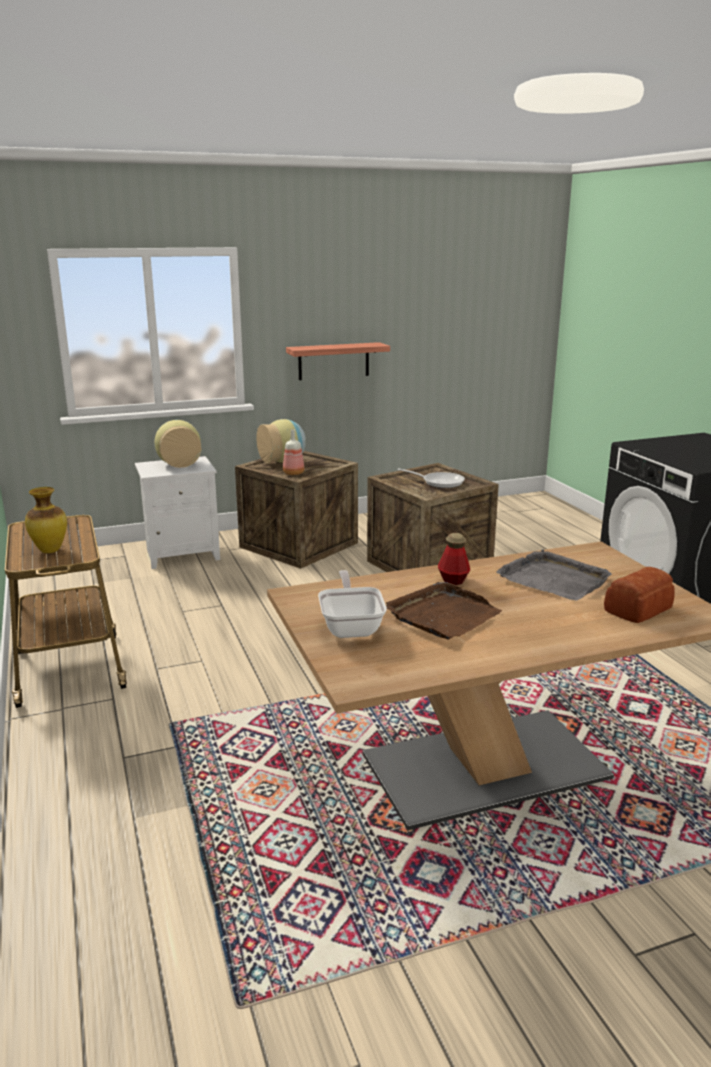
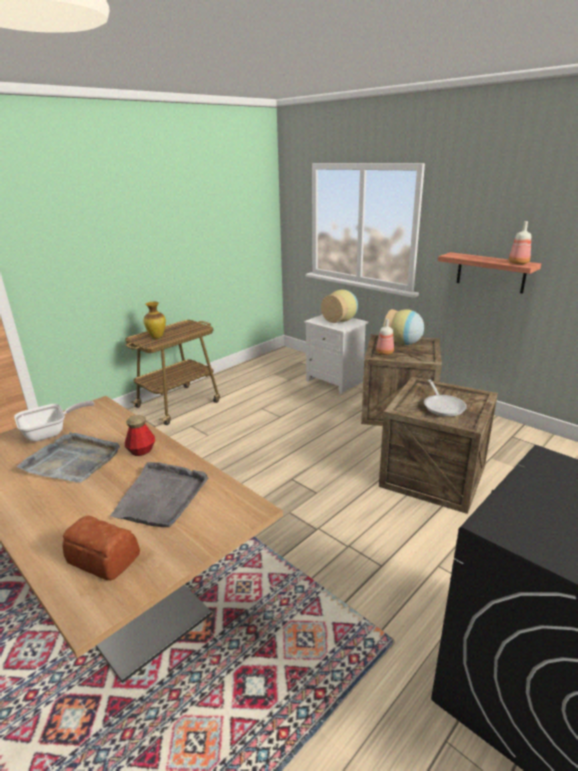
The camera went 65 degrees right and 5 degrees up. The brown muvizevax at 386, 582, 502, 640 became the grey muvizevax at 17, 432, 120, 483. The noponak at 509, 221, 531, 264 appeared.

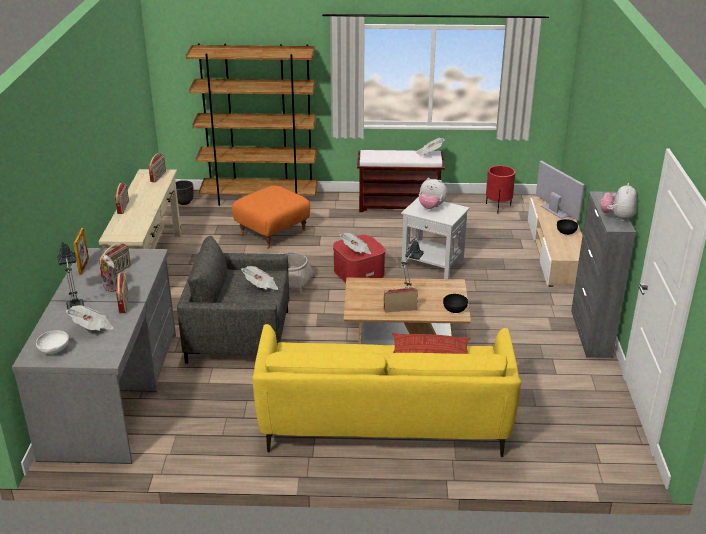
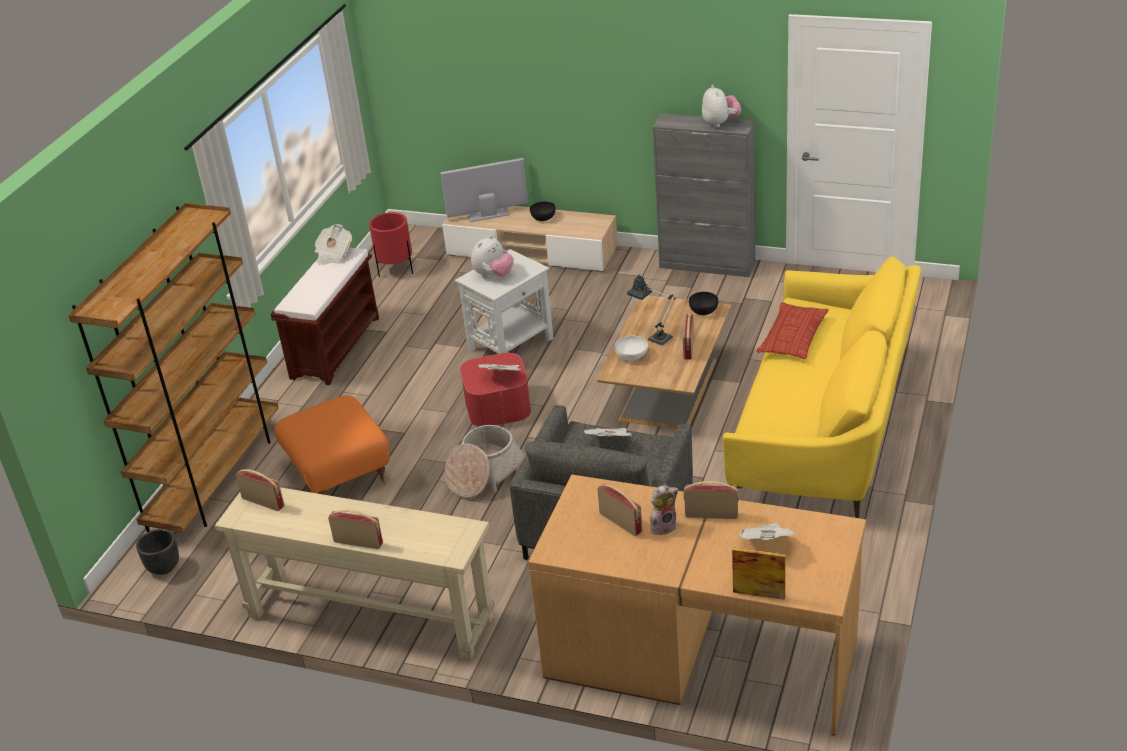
The camera went 70 degrees left and 5 degrees up. The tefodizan at 601, 183, 637, 221 turned 135 degrees counterclockwise. The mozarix moved from 73, 228, 89, 275 to 732, 548, 786, 599. The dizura at 57, 242, 84, 309 disappeared. The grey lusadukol at 12, 248, 176, 464 became the brown lusadukol at 528, 474, 866, 736. The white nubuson moved from 36, 330, 69, 354 to 615, 336, 648, 361.

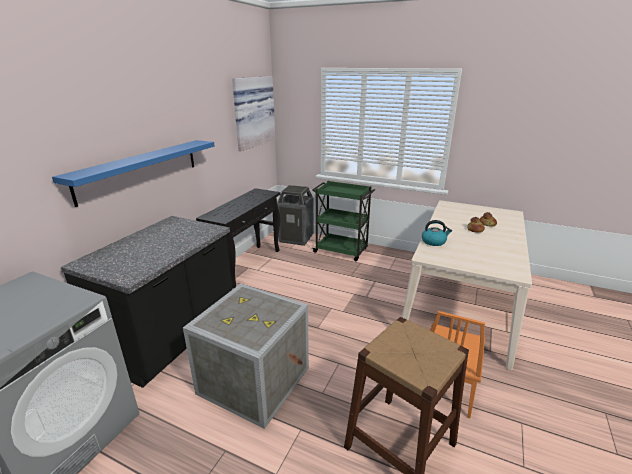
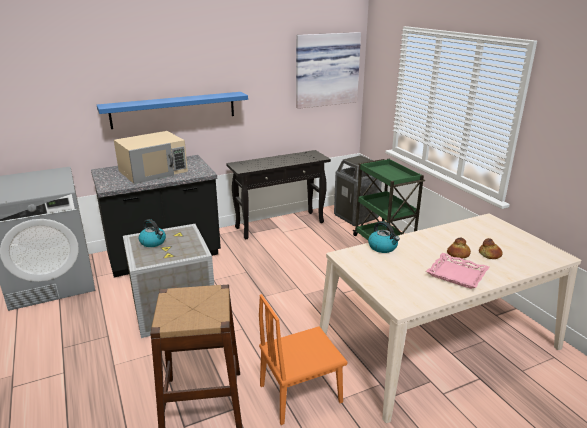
The camera went 40 degrees right and 0 degrees up. The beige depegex at 114, 131, 188, 184 appeared. The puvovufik at 139, 219, 166, 247 appeared. The pink muvizevax at 426, 253, 489, 289 appeared.

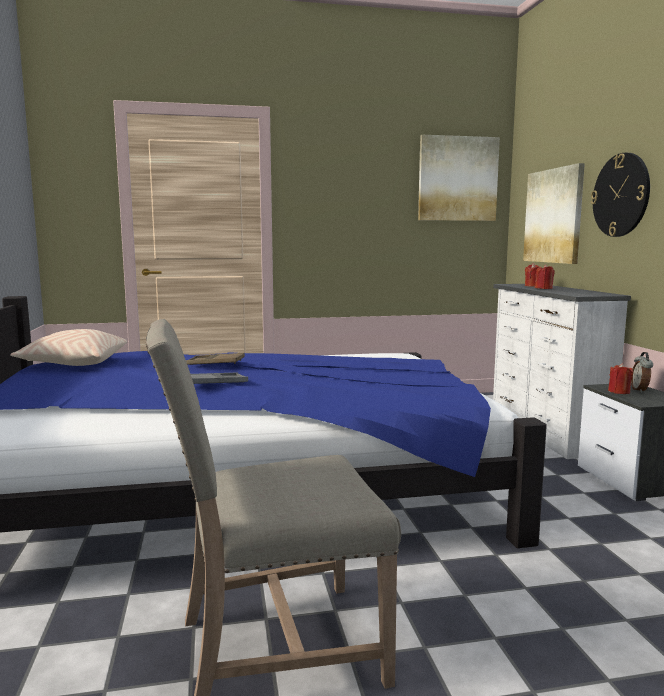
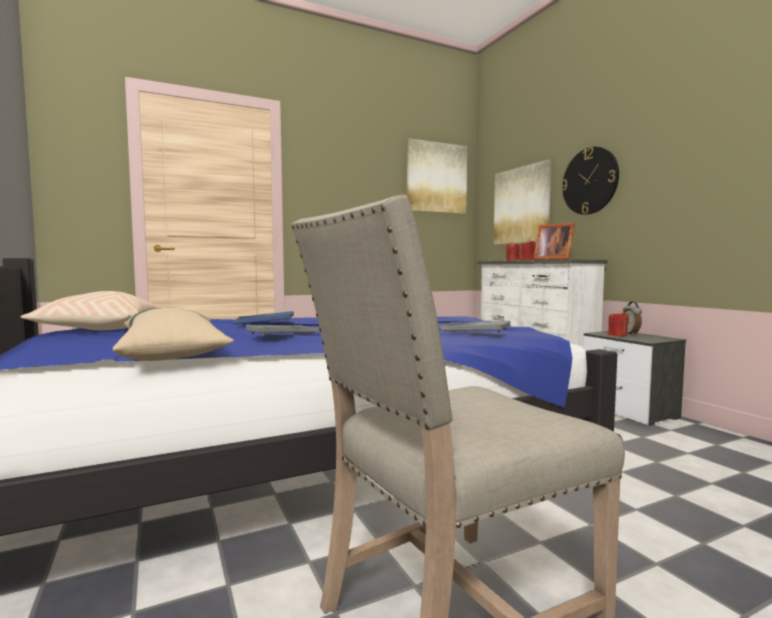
The camera went 15 degrees left and 5 degrees down. The brown muvizevax at 186, 353, 245, 365 became the blue muvizevax at 233, 311, 294, 324. The mozarix at 534, 223, 575, 260 appeared. The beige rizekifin at 113, 308, 234, 361 appeared. The grey muvizevax at 440, 321, 510, 332 appeared.

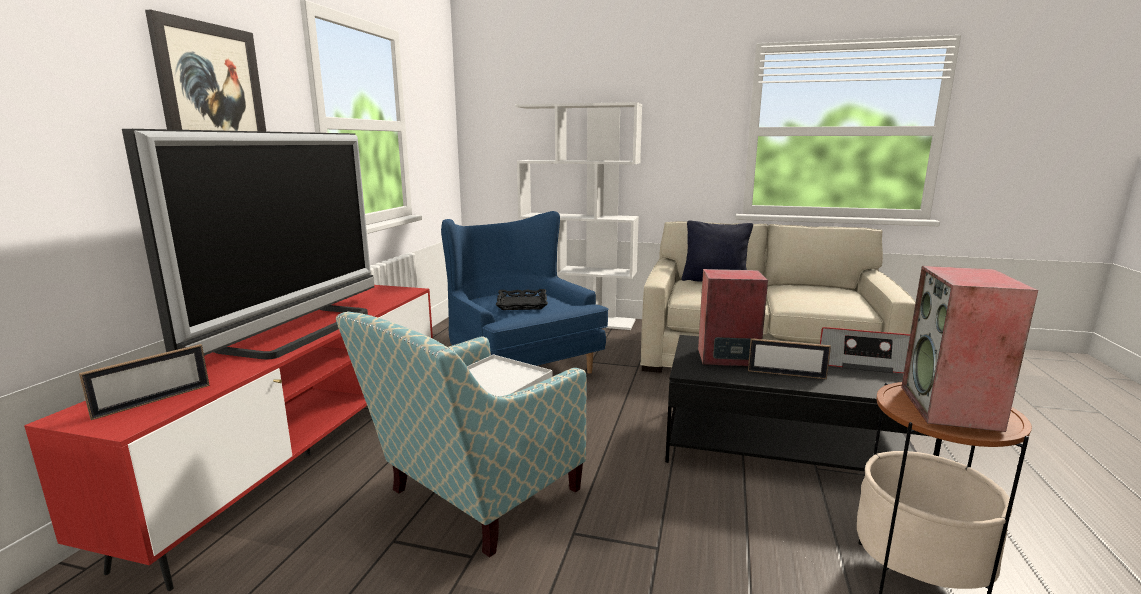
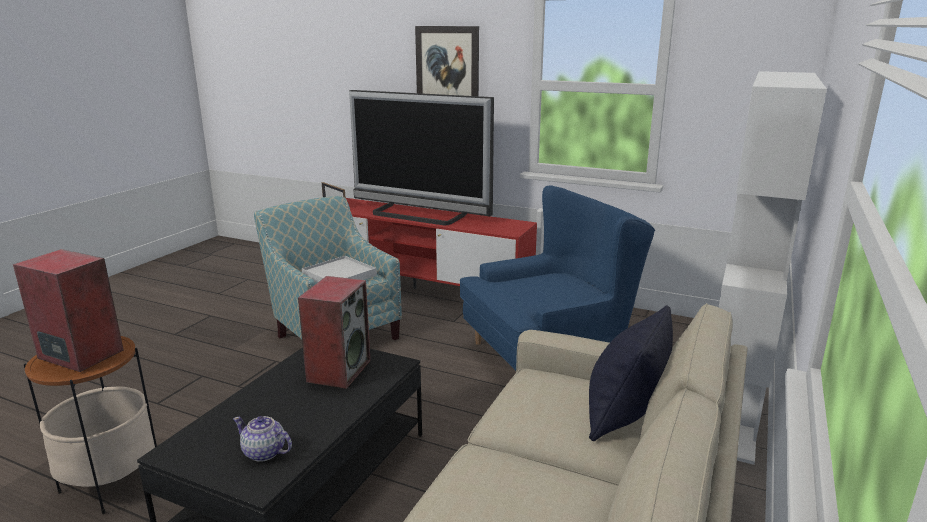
The camera went 100 degrees right and 5 degrees up. The black muvizevax at 496, 289, 548, 310 disappeared. The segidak at 820, 327, 910, 373 was replaced by the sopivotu at 233, 416, 292, 462. The mozarix at 748, 338, 831, 379 disappeared.

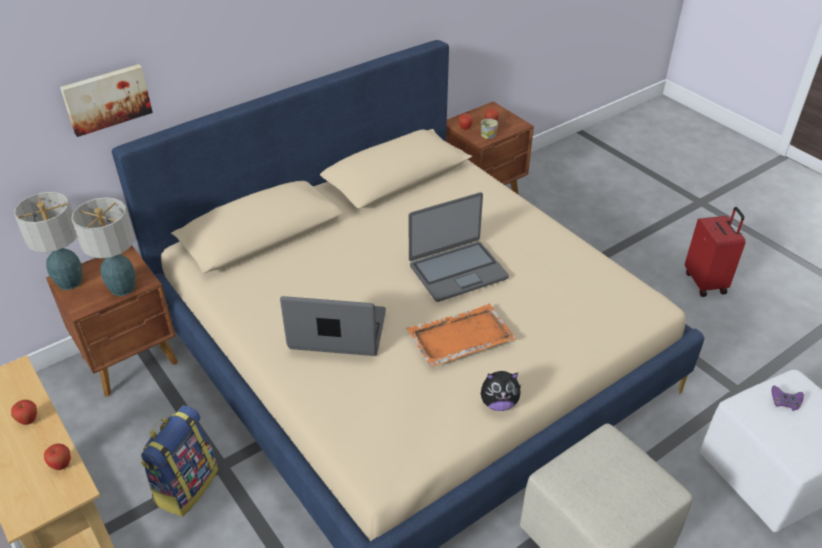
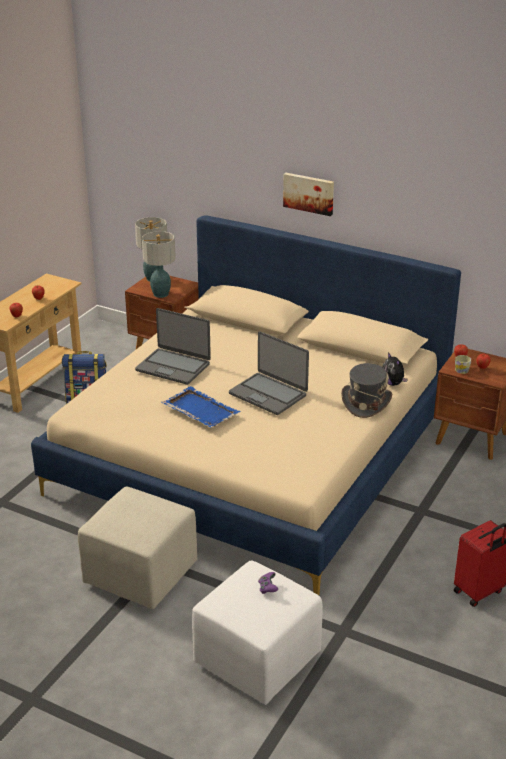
The camera went 65 degrees right and 10 degrees down. The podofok moved from 60, 64, 153, 137 to 283, 173, 334, 216. The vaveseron at 280, 296, 386, 356 turned 135 degrees clockwise. The orange muvizevax at 407, 303, 516, 367 became the blue muvizevax at 161, 386, 240, 427. The tefodizan moved from 481, 371, 522, 411 to 382, 352, 408, 386. The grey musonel at 341, 363, 392, 418 appeared.

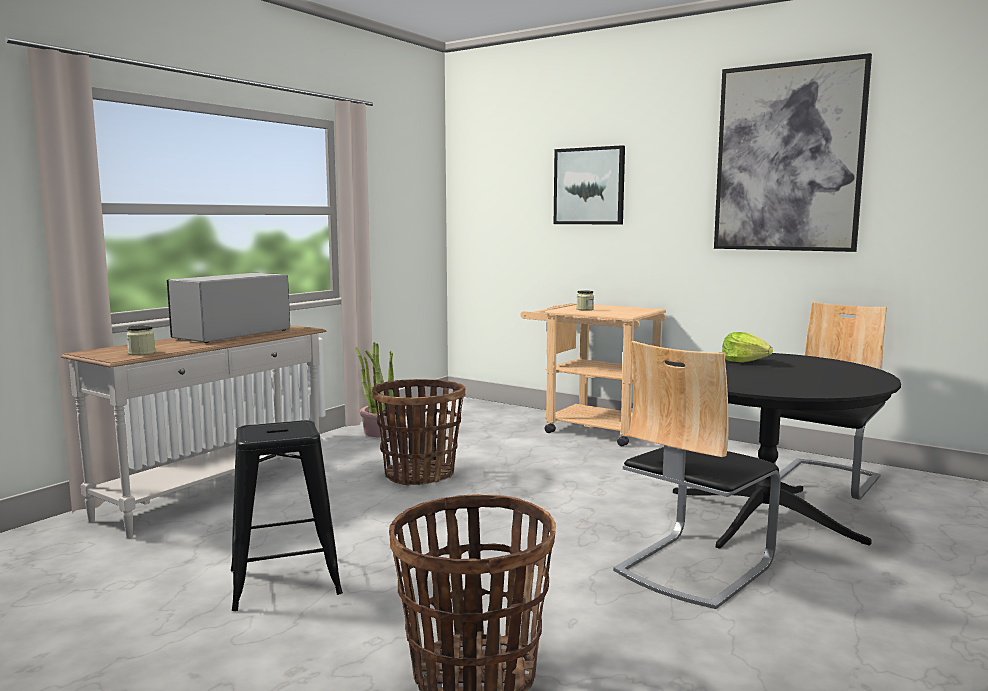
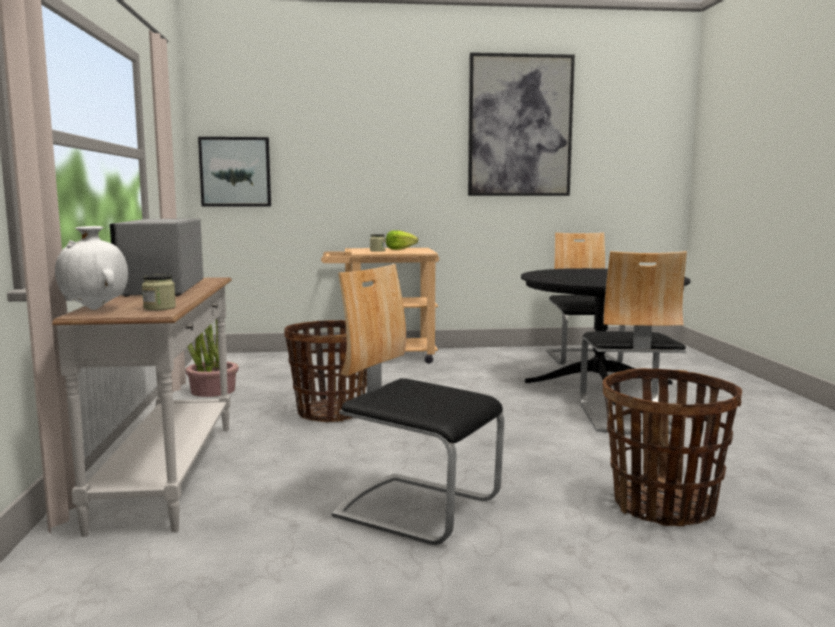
The camera went 40 degrees left and 0 degrees up. The podofok moved from 554, 145, 625, 225 to 198, 137, 271, 207. The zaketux moved from 722, 332, 773, 363 to 386, 230, 418, 250. The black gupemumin at 231, 420, 343, 611 was replaced by the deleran at 332, 264, 504, 545. The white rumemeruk at 55, 226, 128, 310 appeared.

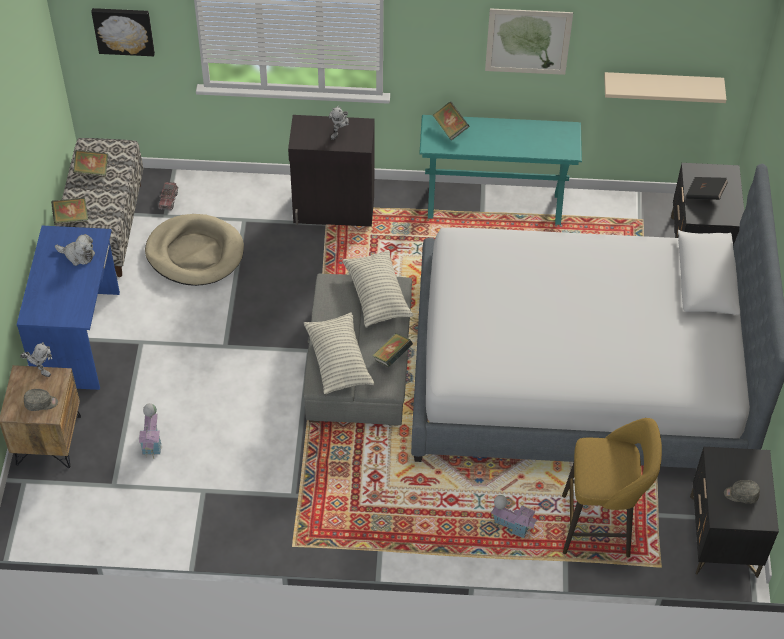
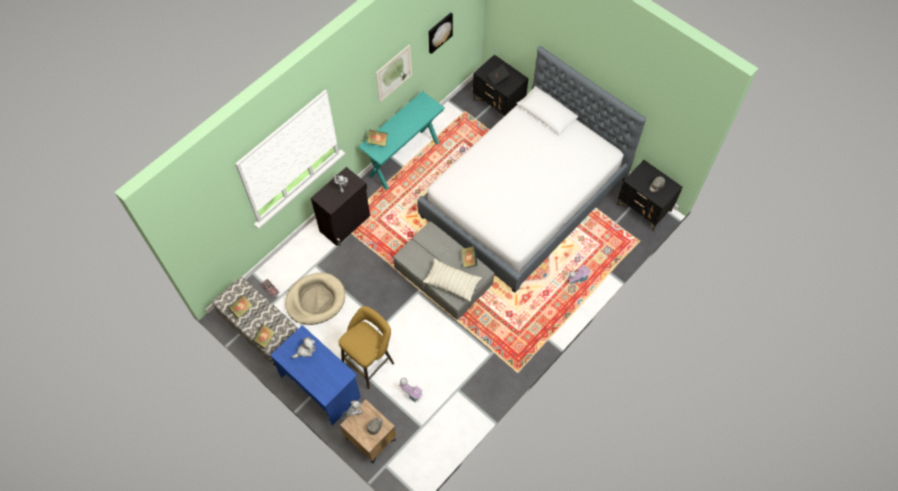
The camera went 50 degrees left and 10 degrees up. The podofok moved from 91, 8, 155, 56 to 429, 13, 453, 54. The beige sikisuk at 604, 72, 726, 103 disappeared. The rizekifin at 342, 250, 413, 328 disappeared. The yellow gupemumin moved from 562, 418, 662, 558 to 338, 306, 394, 389.

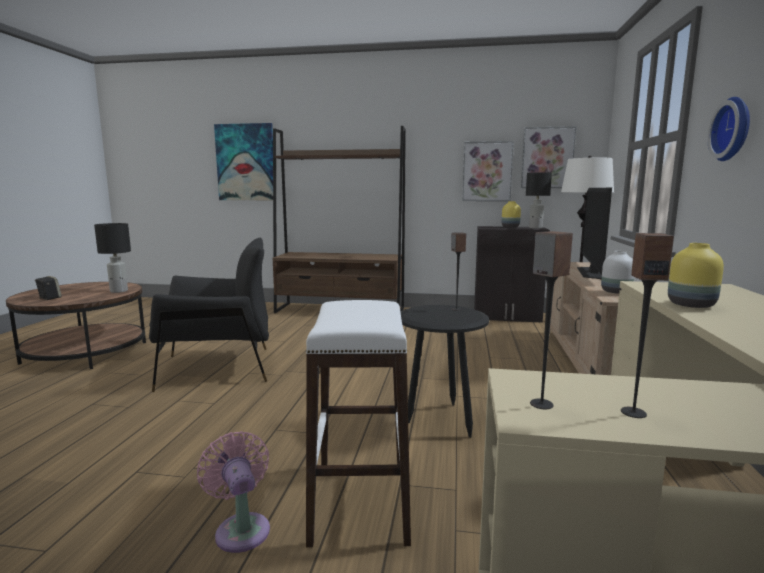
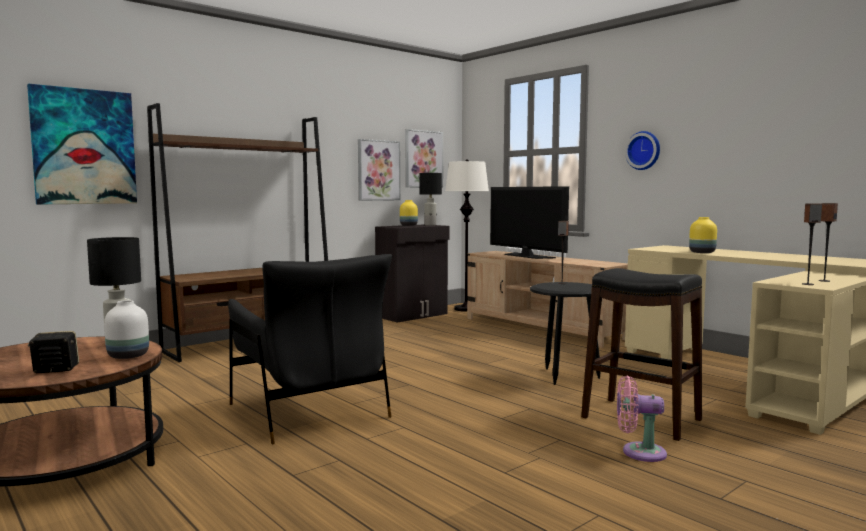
The camera went 50 degrees left and 5 degrees down. The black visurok at 149, 238, 269, 392 turned 120 degrees clockwise. The white rumemeruk moved from 601, 251, 634, 294 to 104, 300, 149, 359. The white gupemumin at 306, 300, 411, 547 became the black gupemumin at 581, 268, 702, 441.

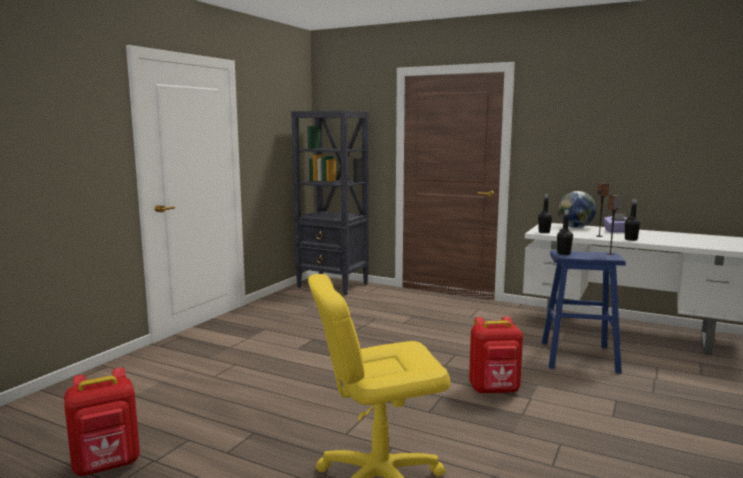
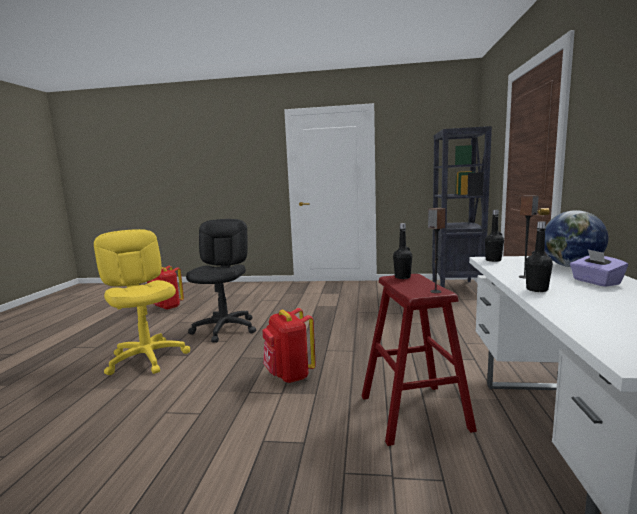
The camera went 70 degrees right and 0 degrees up. The blue gupemumin at 542, 250, 626, 374 became the red gupemumin at 362, 274, 477, 446. The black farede at 186, 219, 256, 343 appeared.

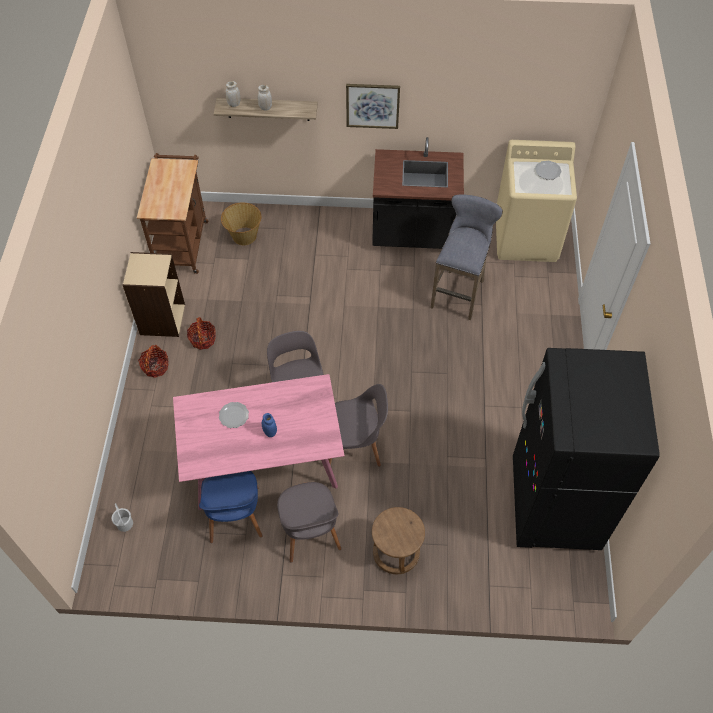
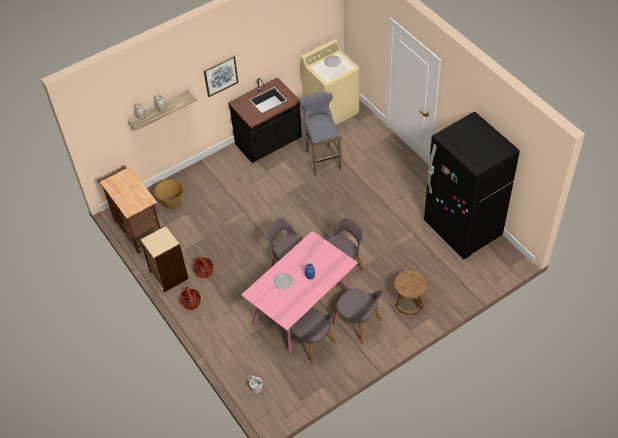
The camera went 35 degrees left and 5 degrees down. The blue deleran at 199, 471, 263, 543 became the grey deleran at 287, 308, 336, 364.

